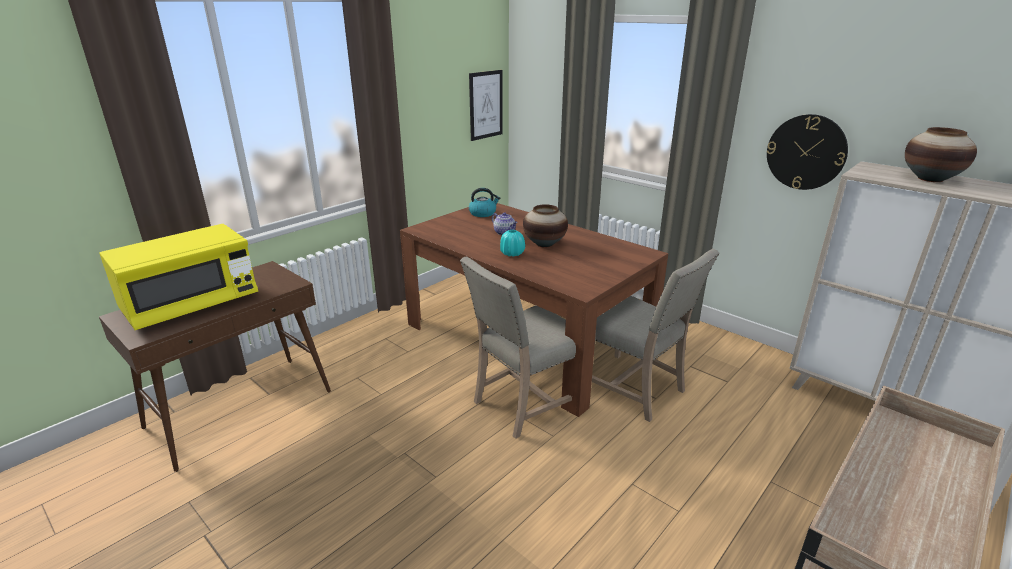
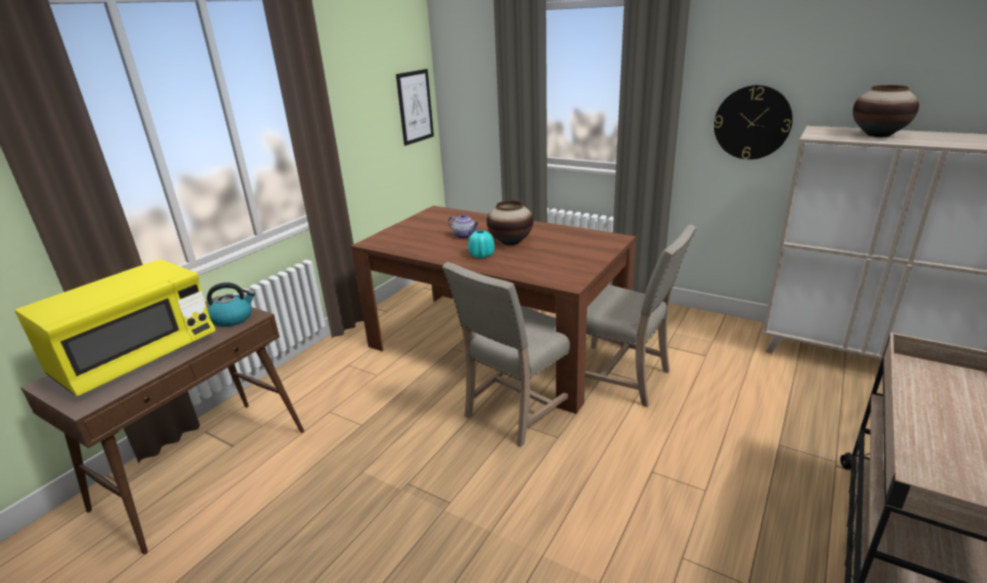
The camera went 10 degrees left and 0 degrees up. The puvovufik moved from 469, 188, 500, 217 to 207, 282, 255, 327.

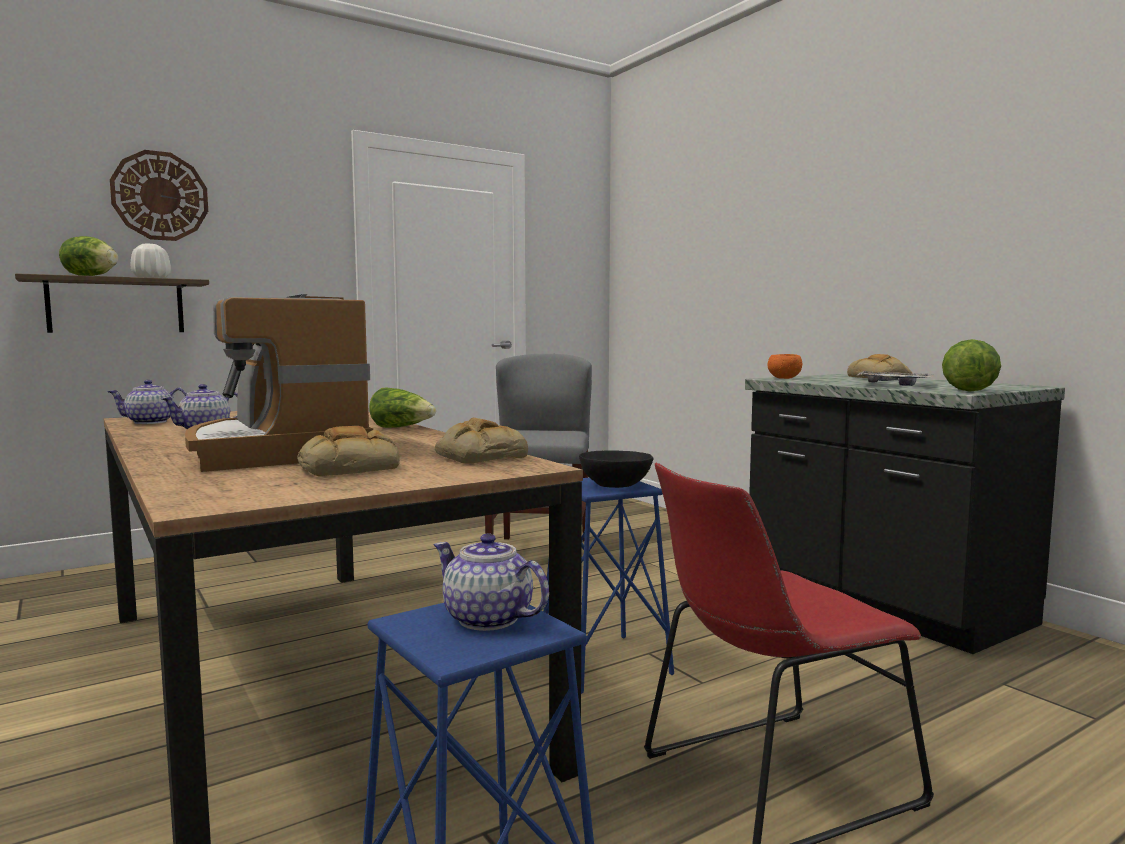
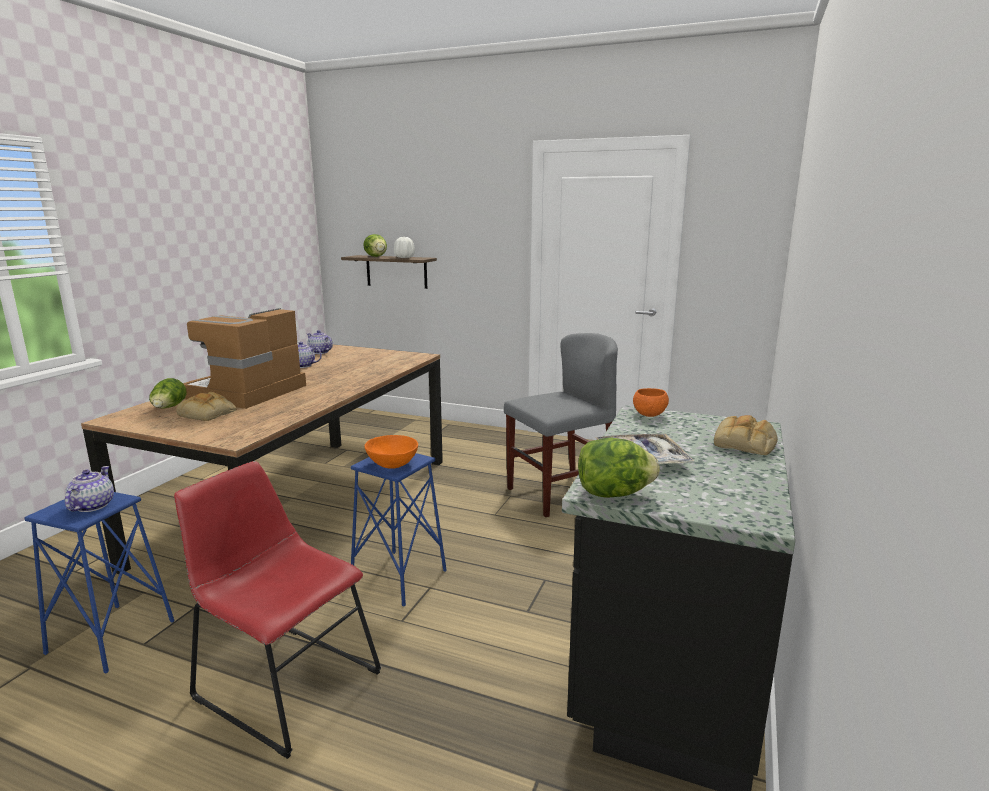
The camera went 55 degrees right and 10 degrees up. The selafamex at 110, 150, 208, 241 disappeared. The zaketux moved from 369, 388, 436, 428 to 149, 378, 187, 408. The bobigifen at 435, 418, 528, 464 disappeared. The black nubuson at 579, 450, 653, 488 became the orange nubuson at 364, 435, 418, 469.

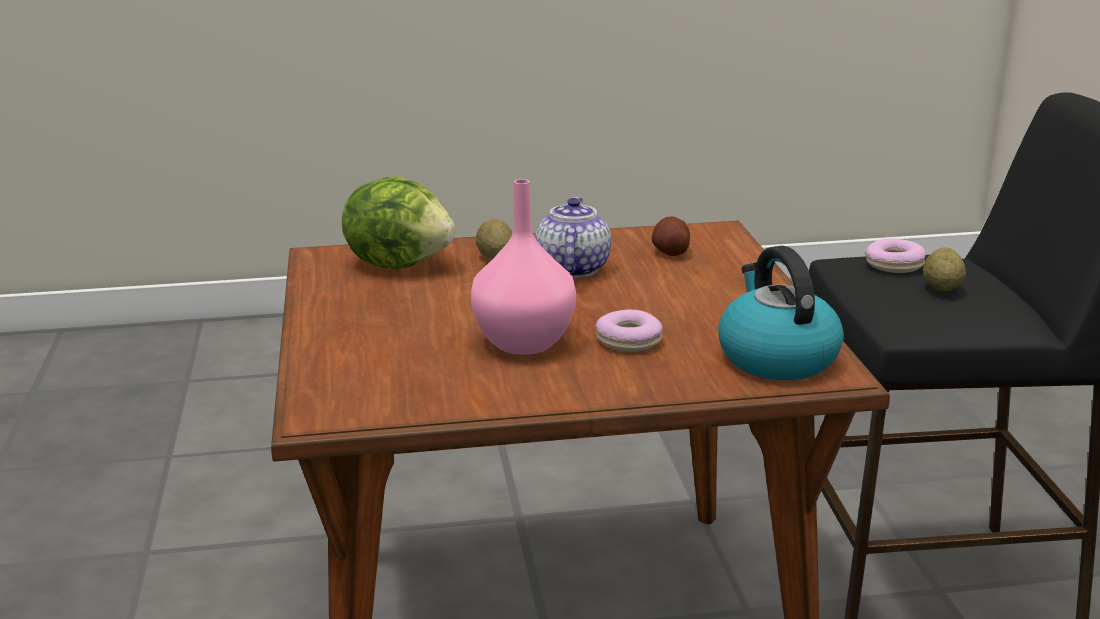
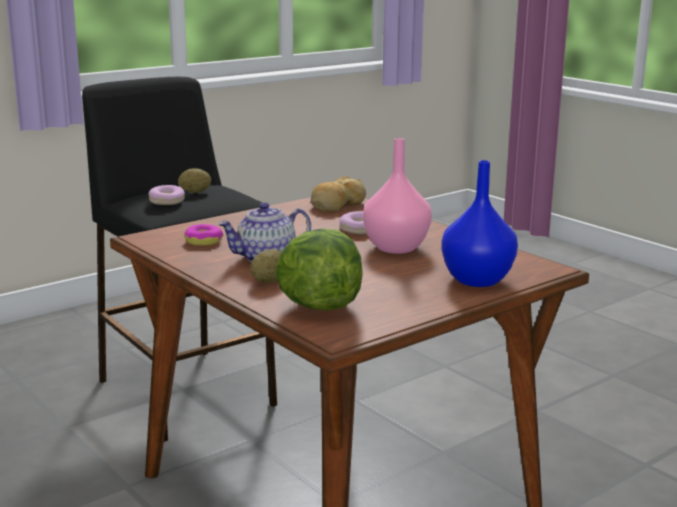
The camera went 120 degrees left and 5 degrees down. The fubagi at 651, 216, 690, 256 was replaced by the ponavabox at 184, 224, 223, 246. The puvovufik at 718, 246, 844, 380 was replaced by the bobigifen at 311, 176, 366, 212. The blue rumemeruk at 441, 160, 518, 287 appeared.

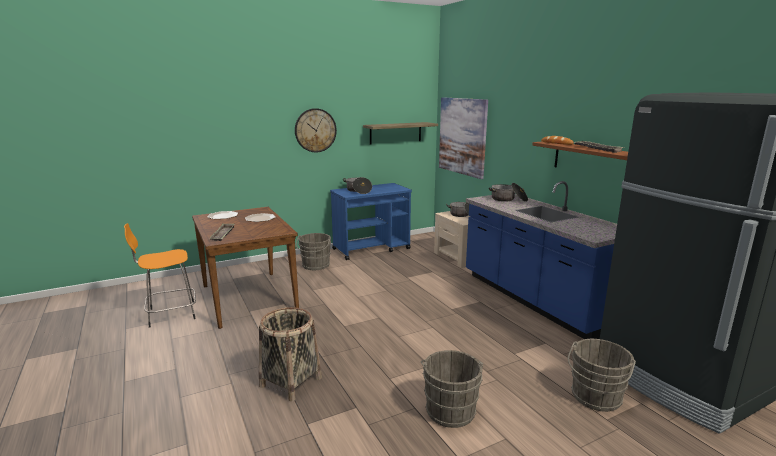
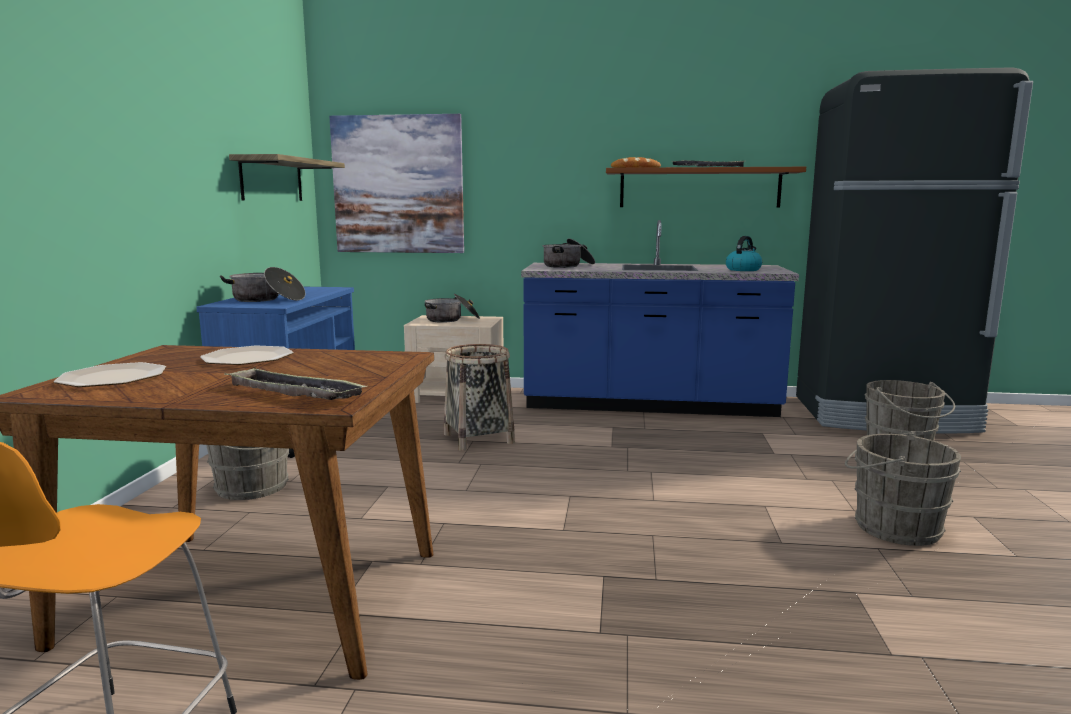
The camera went 55 degrees left and 5 degrees down. The selafamex at 295, 108, 337, 152 disappeared. The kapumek moved from 259, 307, 322, 401 to 444, 344, 515, 451. The puvovufik at 726, 236, 762, 271 appeared.

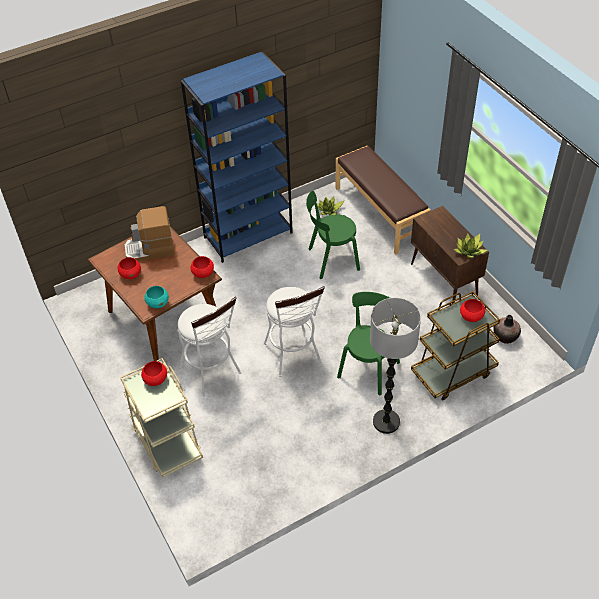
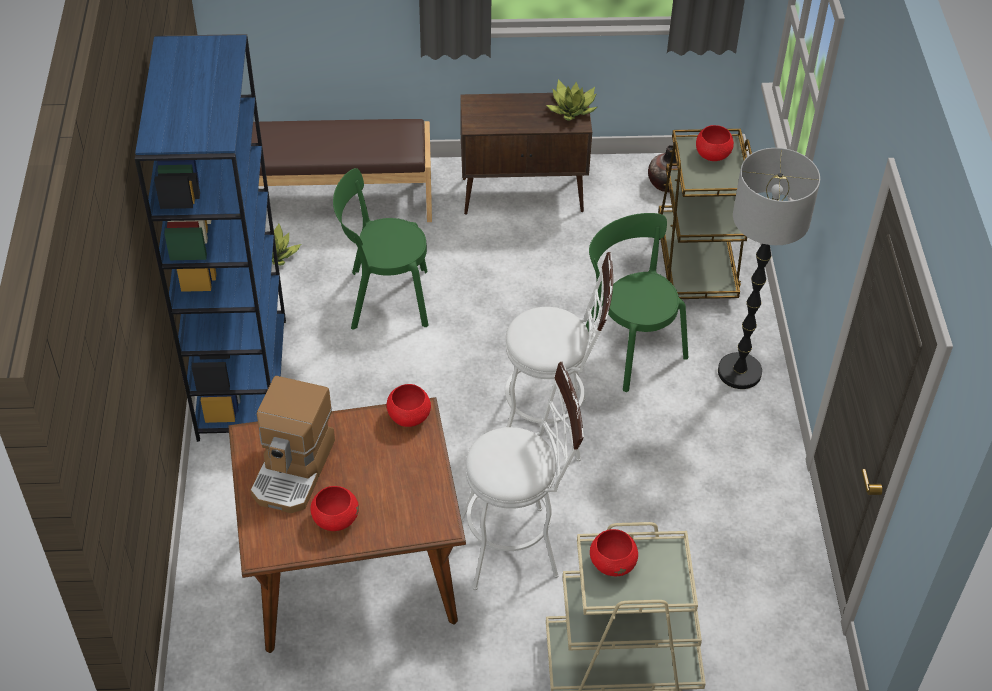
The camera went 65 degrees left and 0 degrees up. The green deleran at 306, 191, 360, 279 turned 75 degrees clockwise. The turquoise nubuson at 144, 286, 169, 308 disappeared.

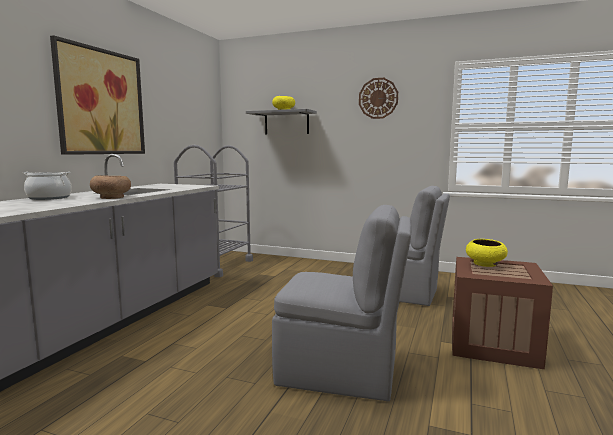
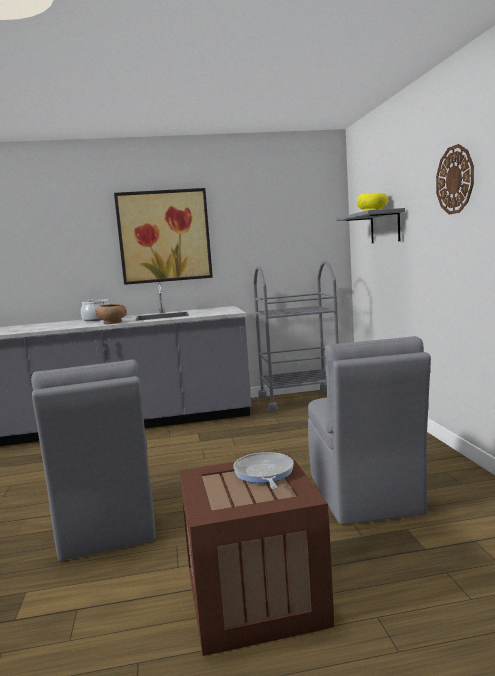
The camera went 60 degrees right and 0 degrees up. The yellow nubuson at 466, 239, 508, 267 was replaced by the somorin at 233, 452, 294, 489.

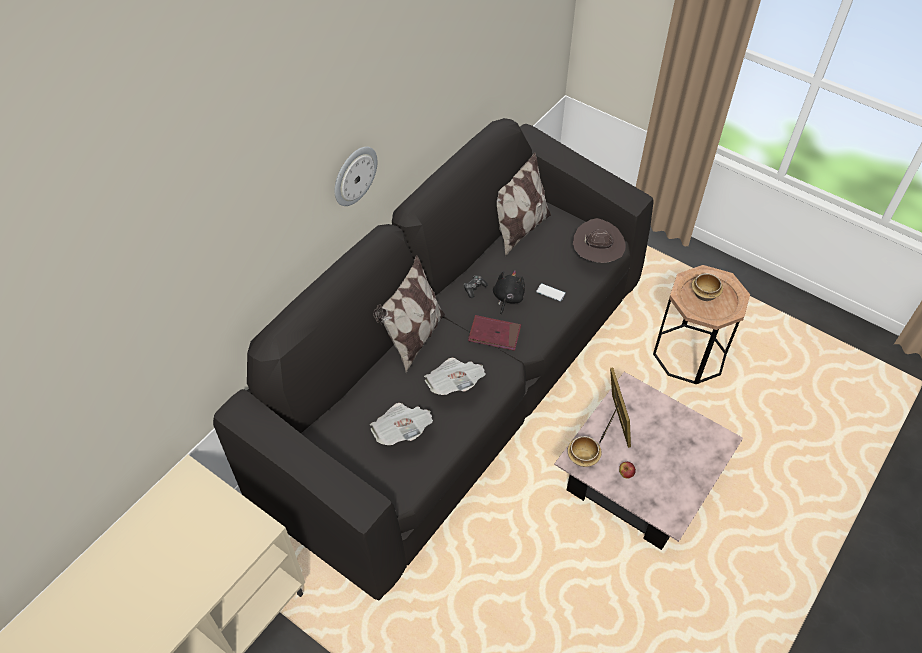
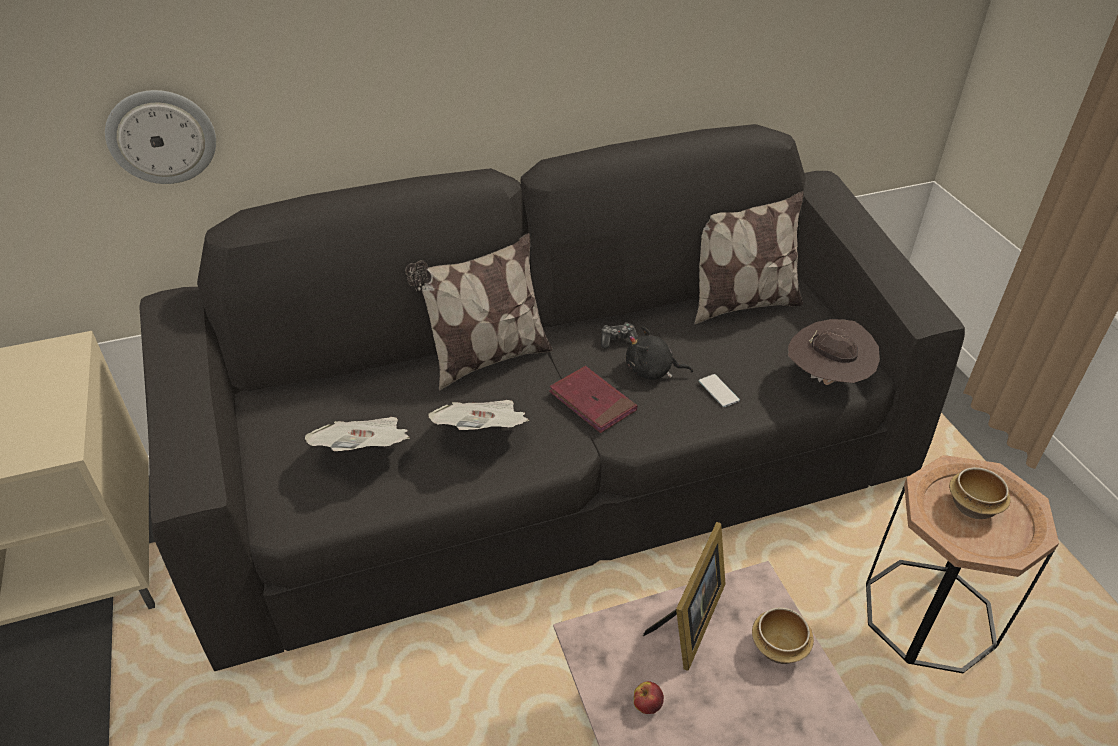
The camera went 35 degrees right and 10 degrees down. The selafamex moved from 334, 147, 378, 206 to 105, 90, 216, 184. The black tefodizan at 493, 270, 525, 315 turned 135 degrees counterclockwise. The nubuson moved from 567, 436, 602, 467 to 752, 607, 814, 664.

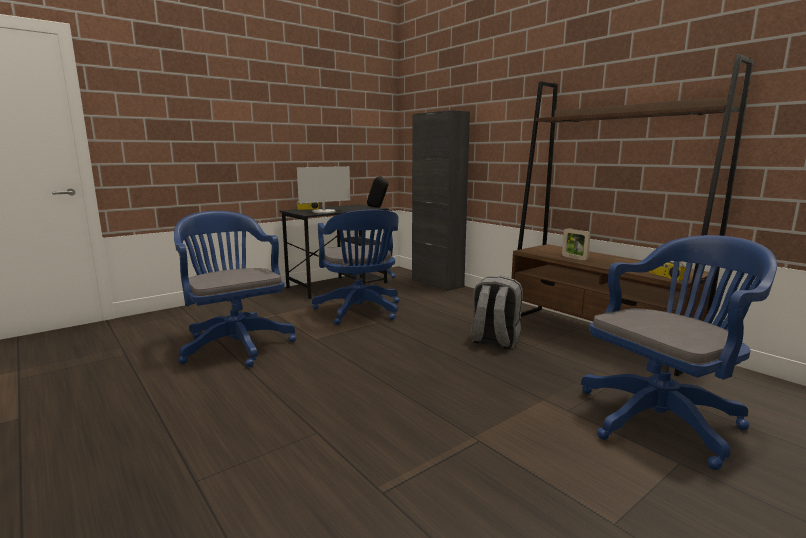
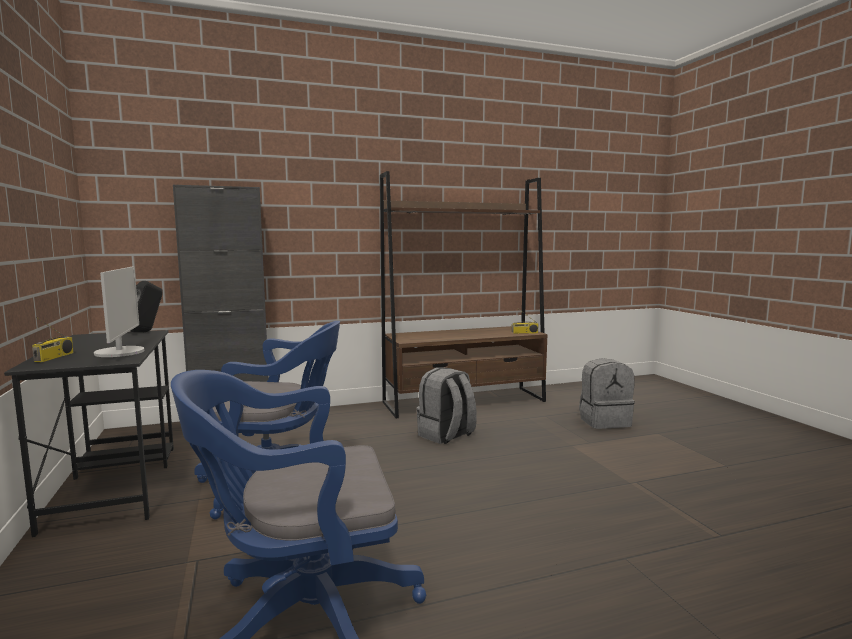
The camera went 70 degrees left and 5 degrees down. The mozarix at 562, 228, 591, 261 disappeared. The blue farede at 581, 235, 777, 470 was replaced by the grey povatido at 579, 358, 635, 429.

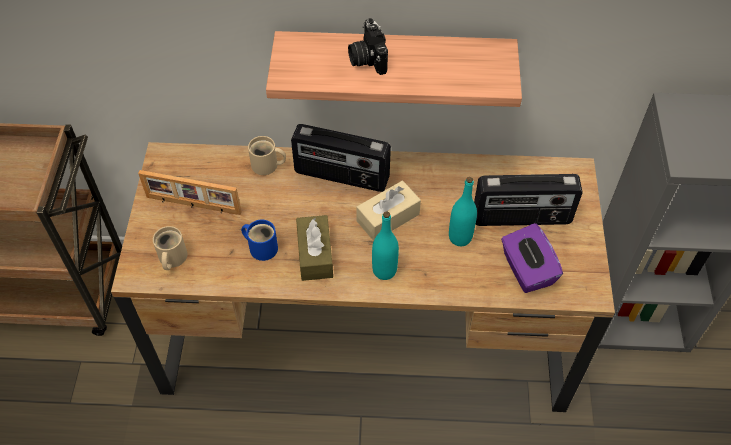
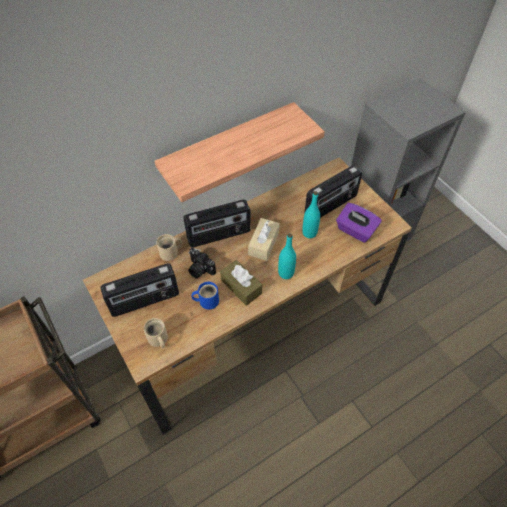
The camera went 35 degrees left and 0 degrees up. The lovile moved from 348, 18, 388, 75 to 188, 248, 216, 279. The mozarix at 138, 170, 241, 215 was replaced by the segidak at 101, 263, 179, 317.

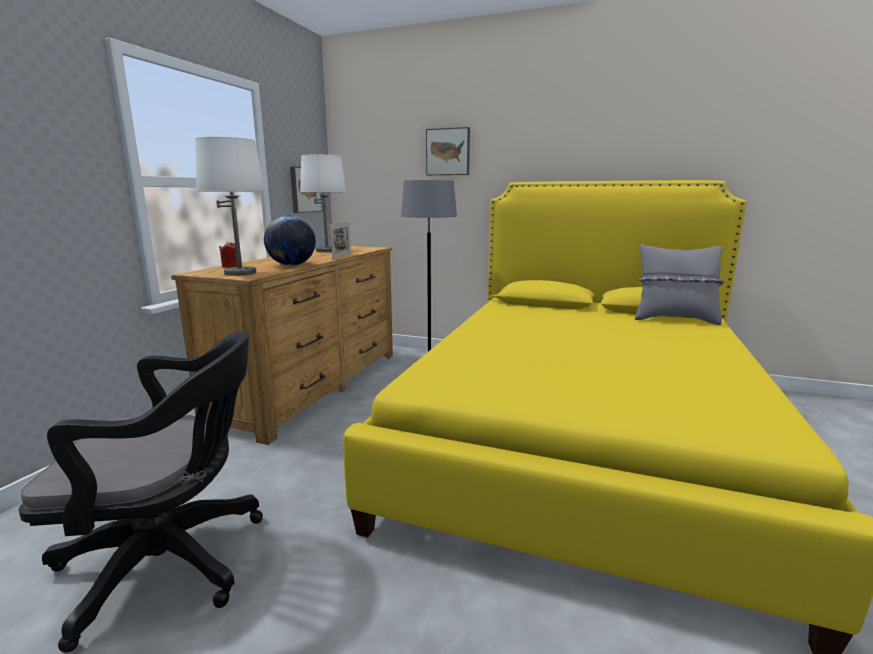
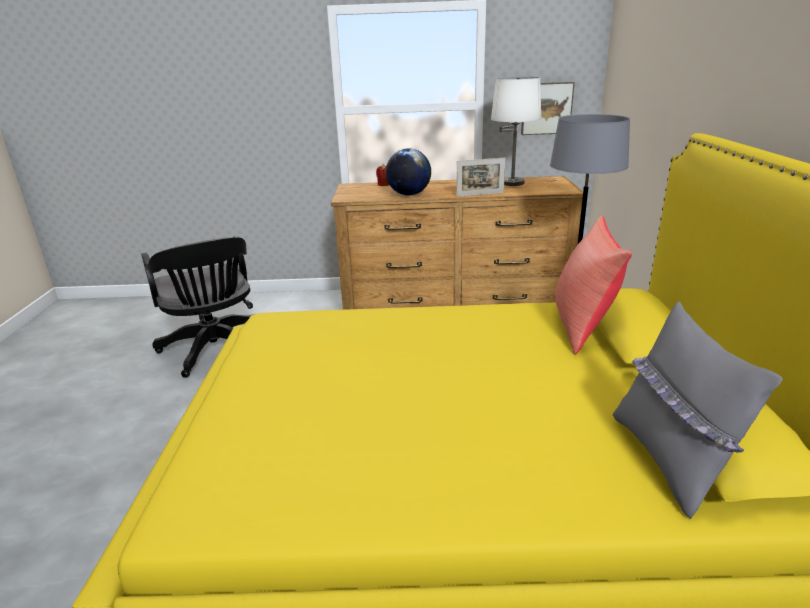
The camera went 70 degrees right and 10 degrees up. The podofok at 426, 127, 470, 175 disappeared. The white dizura at 195, 137, 265, 276 disappeared. The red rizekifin at 555, 216, 632, 355 appeared.

